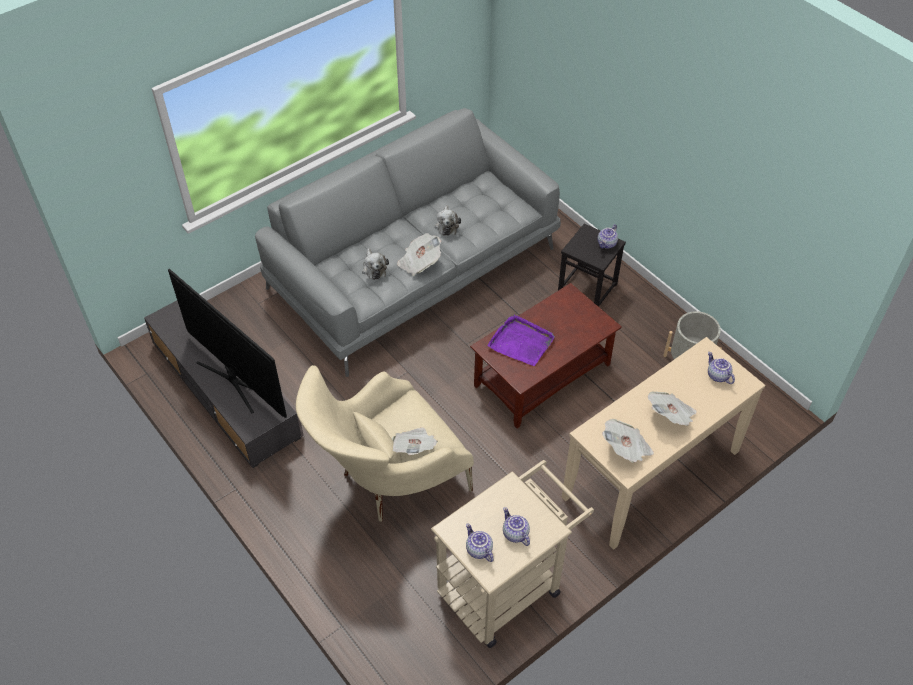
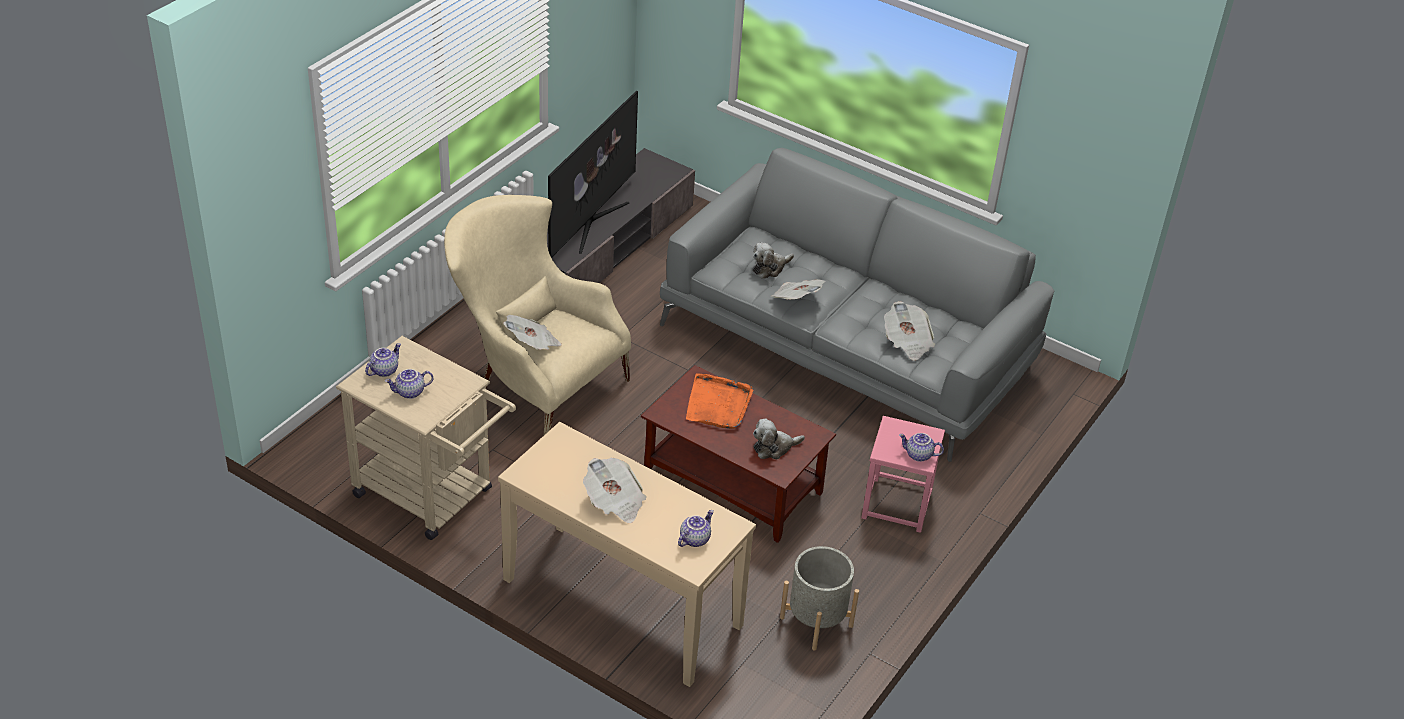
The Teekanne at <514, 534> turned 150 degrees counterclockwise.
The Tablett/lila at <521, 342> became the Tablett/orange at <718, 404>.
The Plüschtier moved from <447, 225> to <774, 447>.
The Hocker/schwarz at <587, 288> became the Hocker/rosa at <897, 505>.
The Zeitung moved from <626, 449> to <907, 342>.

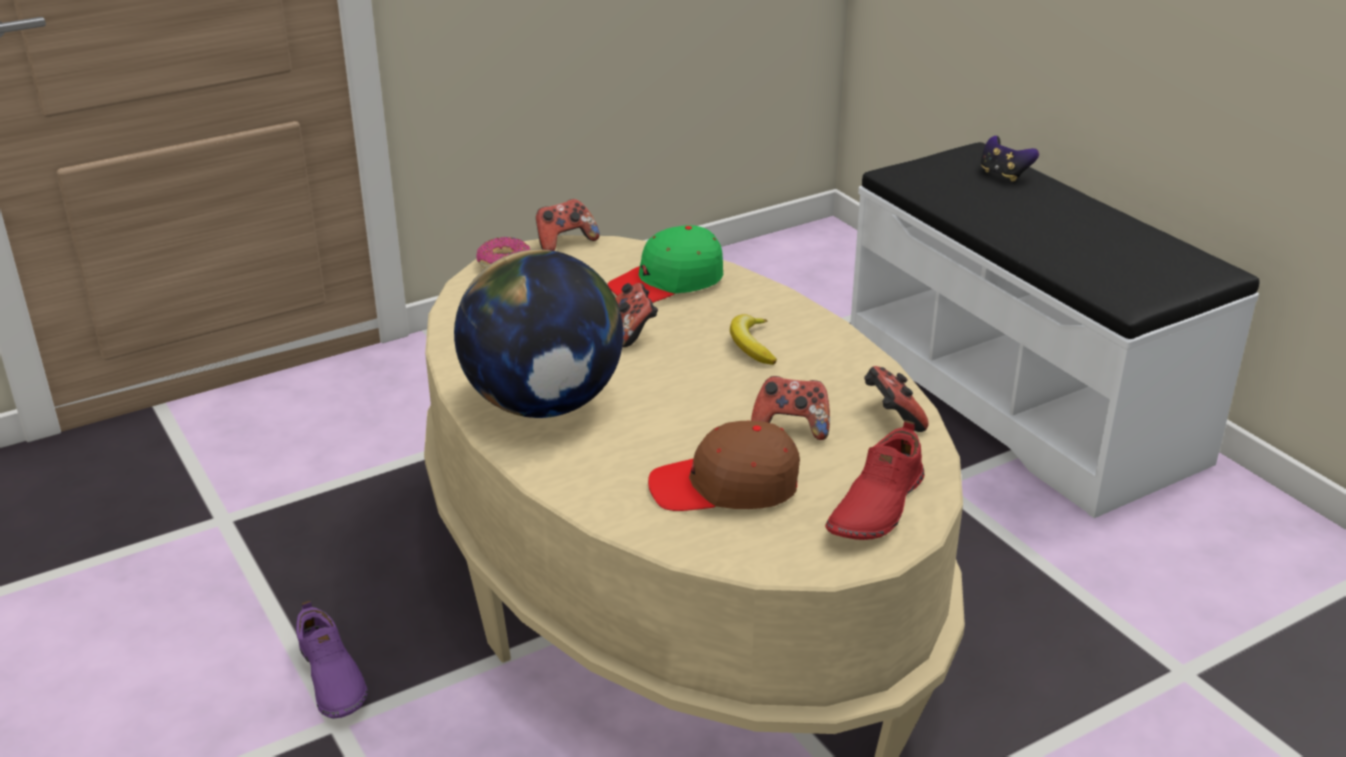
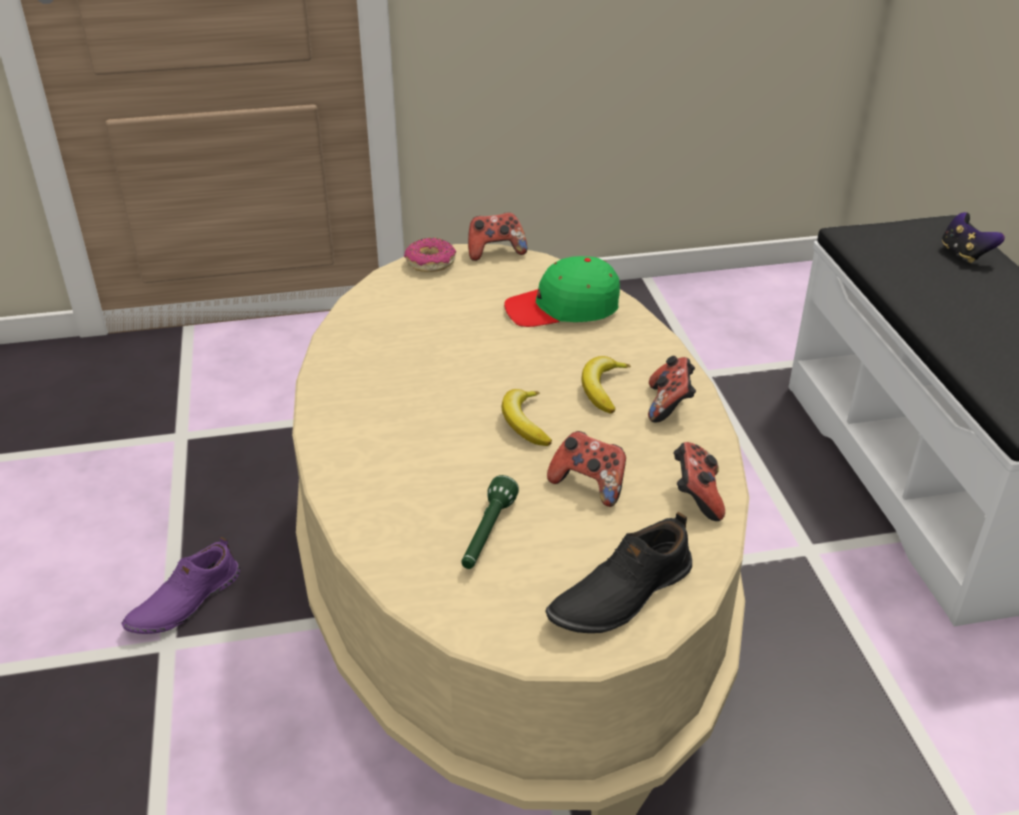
The Schuh/lila at <330, 679> turned 45 degrees clockwise.
The Kappe/braun at <725, 486> was replaced by the Taschenlampe/grün at <487, 534>.
The Banane at <525, 423> appeared.
The Schuh/rot at <875, 506> became the Schuh/schwarz at <620, 594>.
The Gamepad moved from <632, 331> to <669, 405>.
The Globus at <543, 404> disappeared.

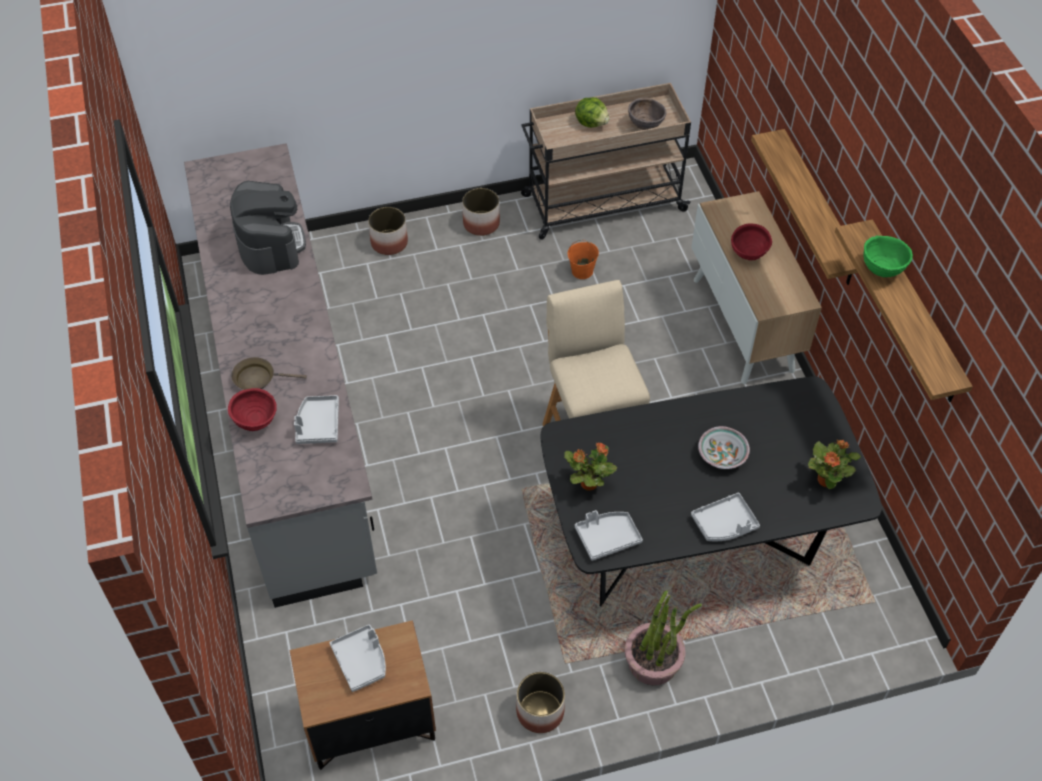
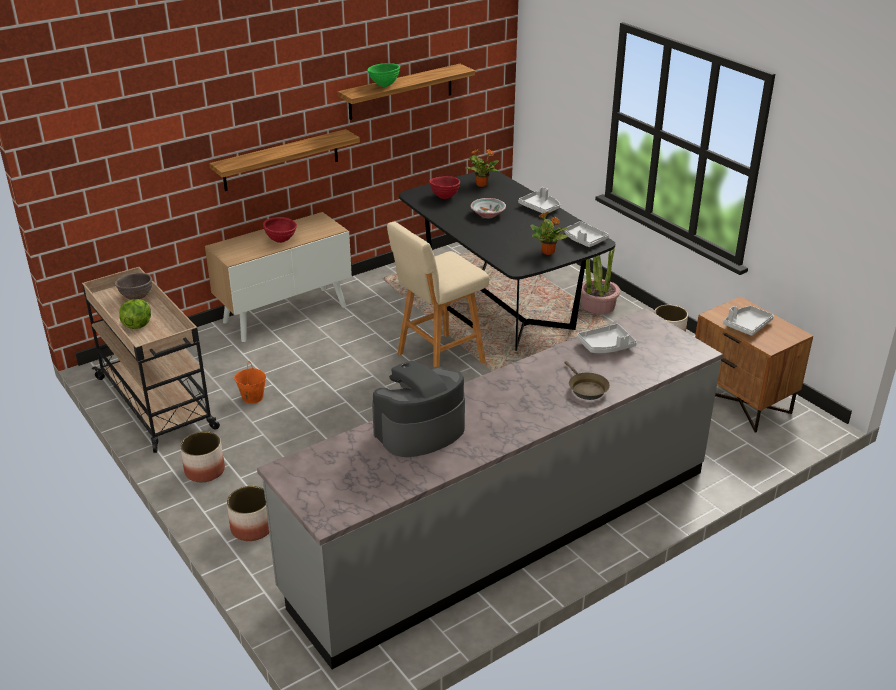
The Schüssel/rot moved from <256, 422> to <445, 197>.

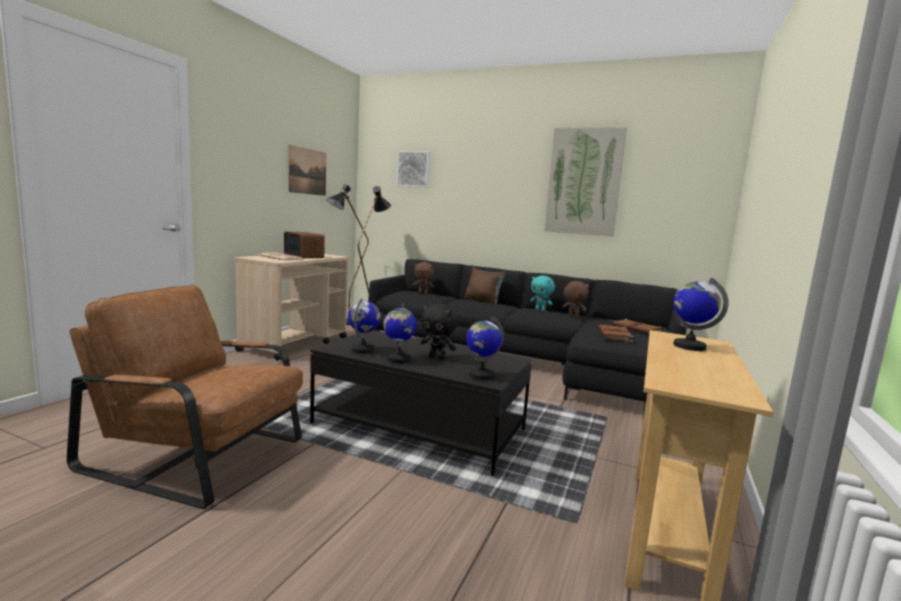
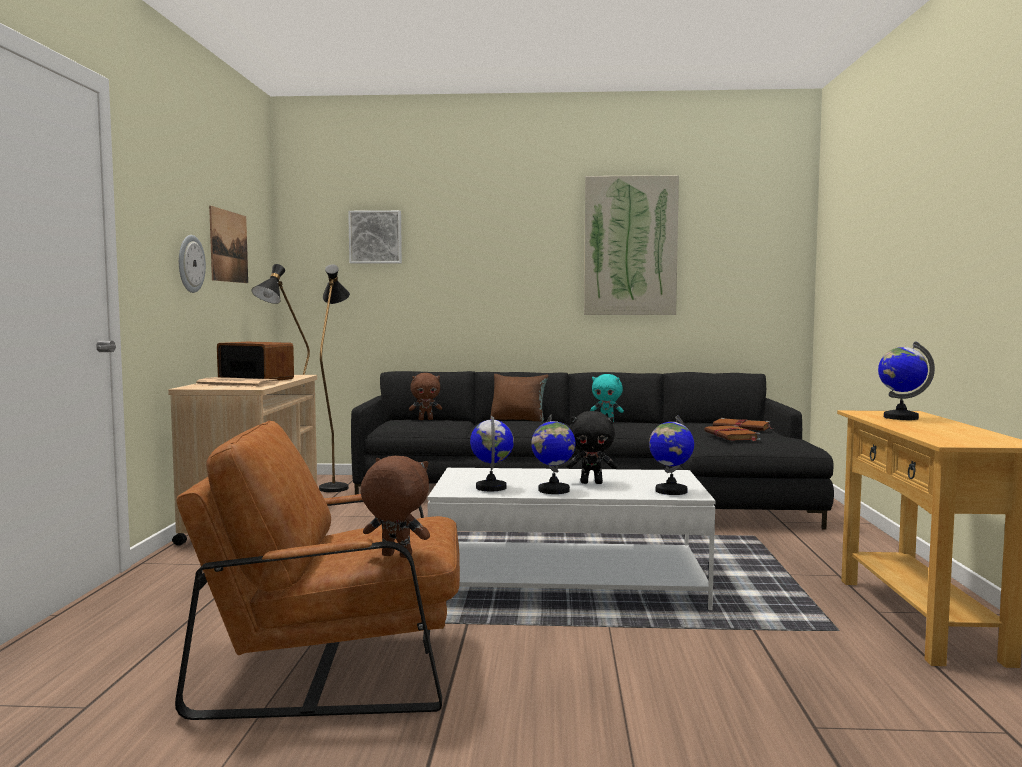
The Wanduhr at <190, 264> appeared.
The Plüschtier/braun moved from <573, 316> to <395, 556>.
The Couchtisch/schwarz at <419, 427> became the Couchtisch/weiß at <568, 583>.

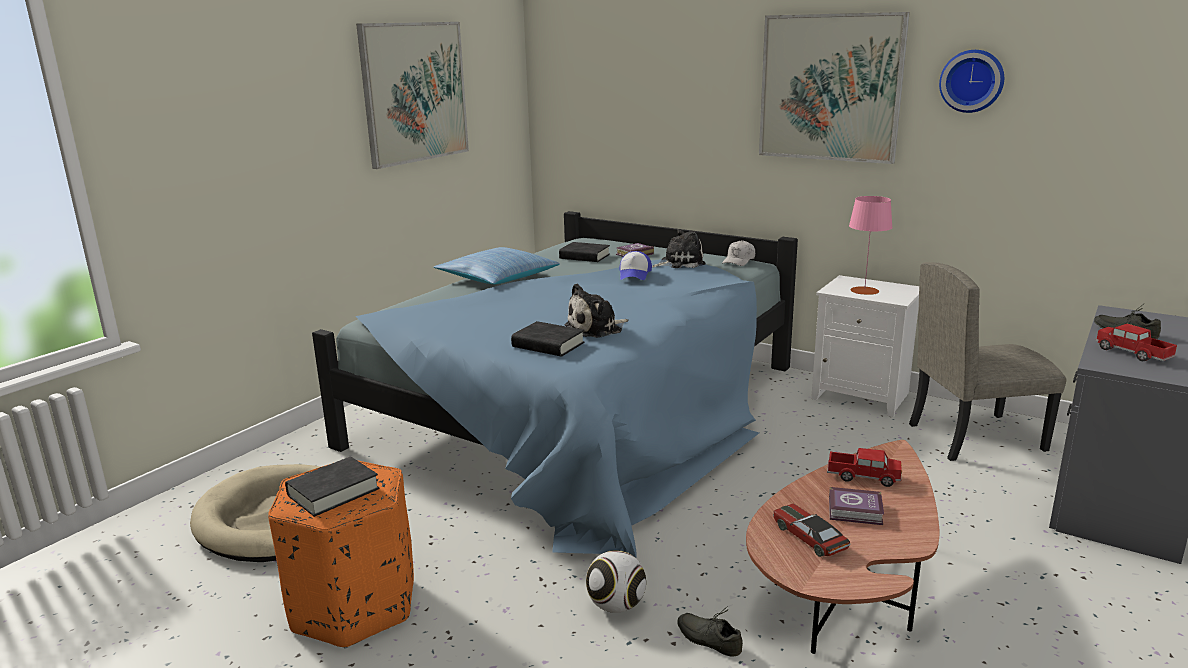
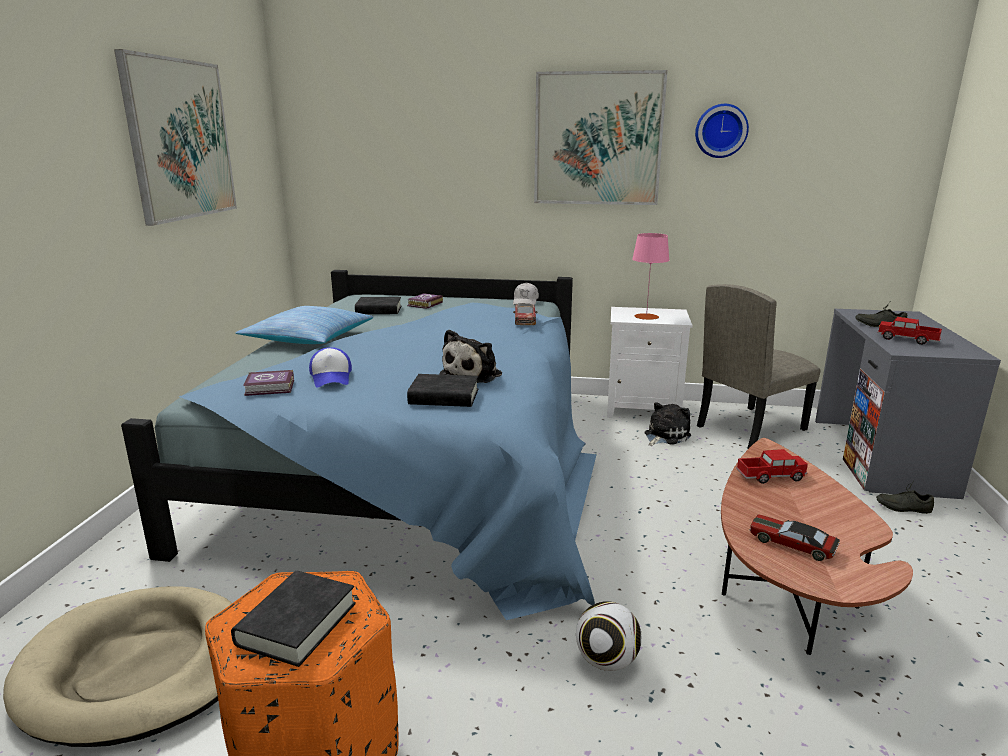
The Buch moved from <856, 512> to <271, 388>.
The Kappe moved from <634, 274> to <331, 377>.
The Spielzeugauto at <525, 320> appeared.
The Plüschtier moved from <680, 263> to <665, 436>.
The Schuh/grau moved from <710, 638> to <902, 507>.

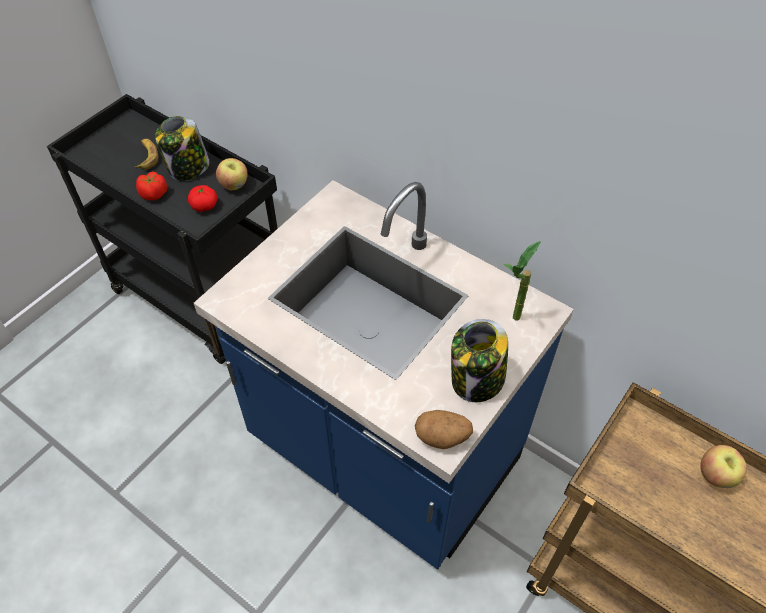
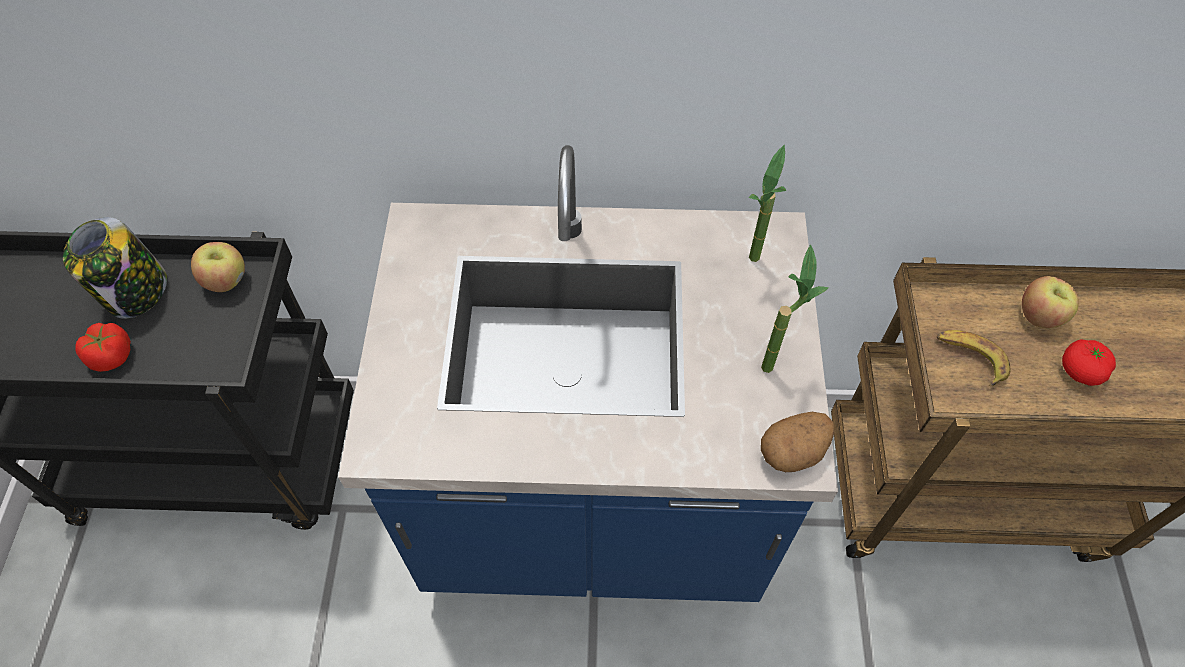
The Vorratsglas at <477, 380> was replaced by the Topfpflanze at <774, 359>.
The Banane moved from <147, 156> to <970, 358>.
The Tomate moved from <204, 206> to <1080, 371>.

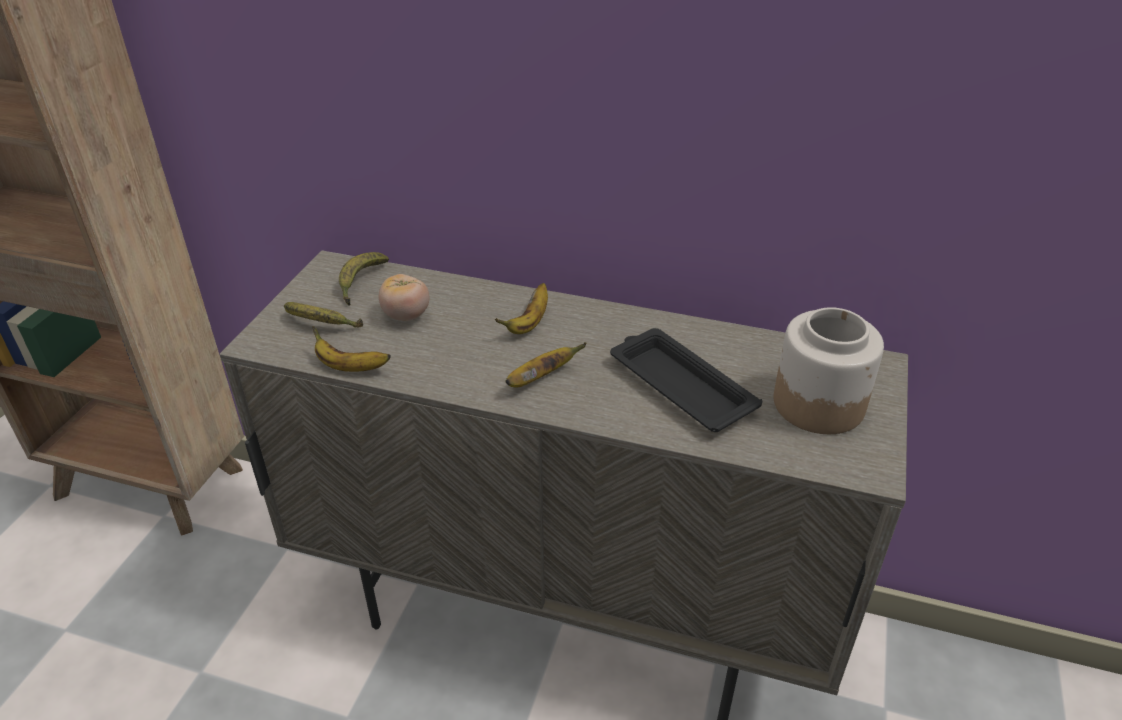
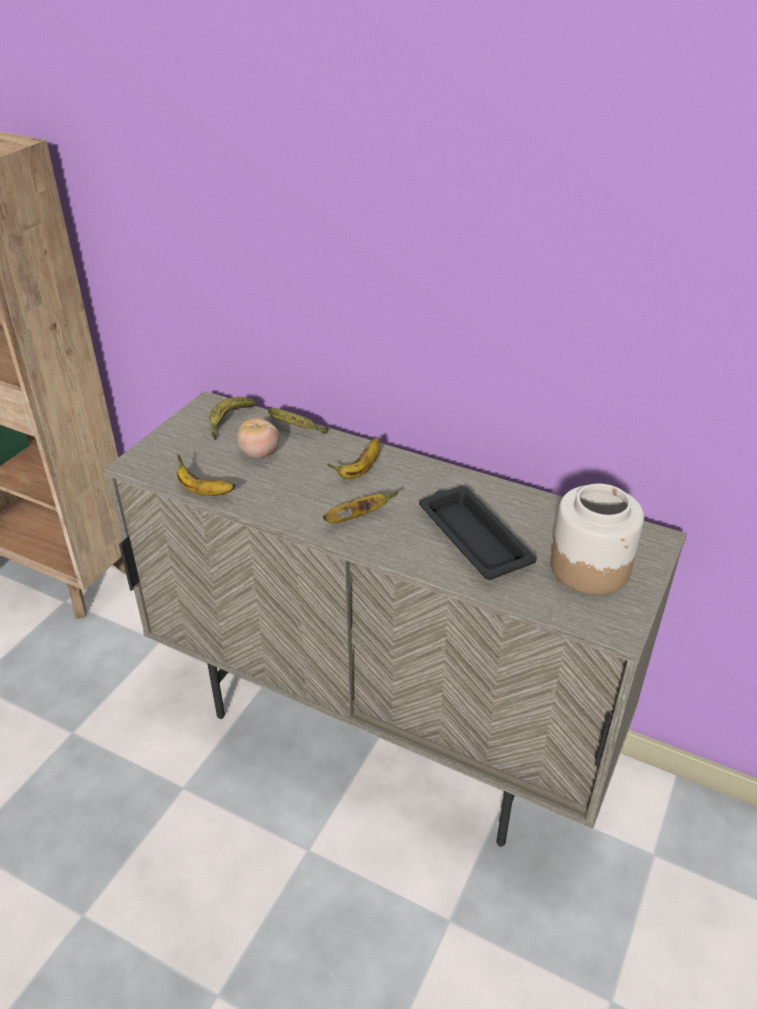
The Banane moved from <321, 325> to <295, 428>.

